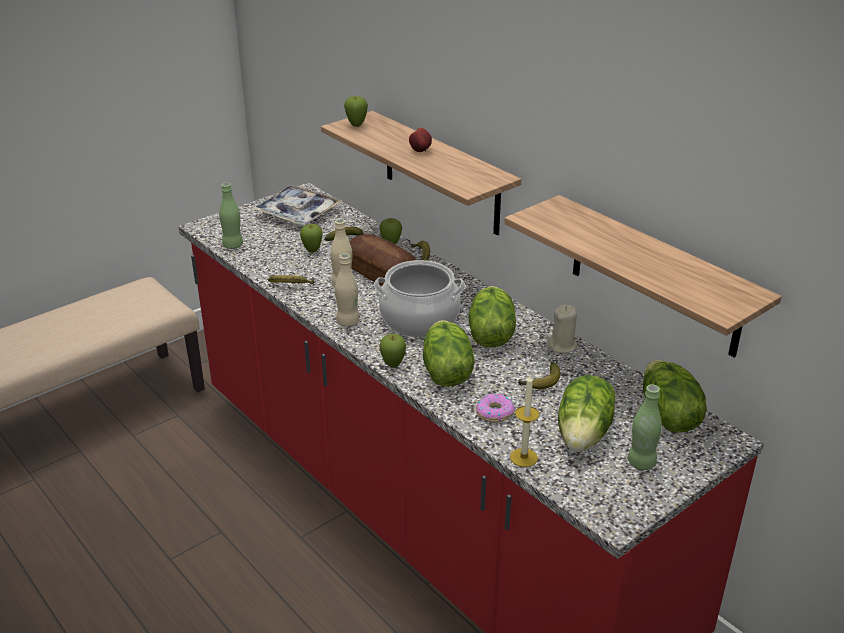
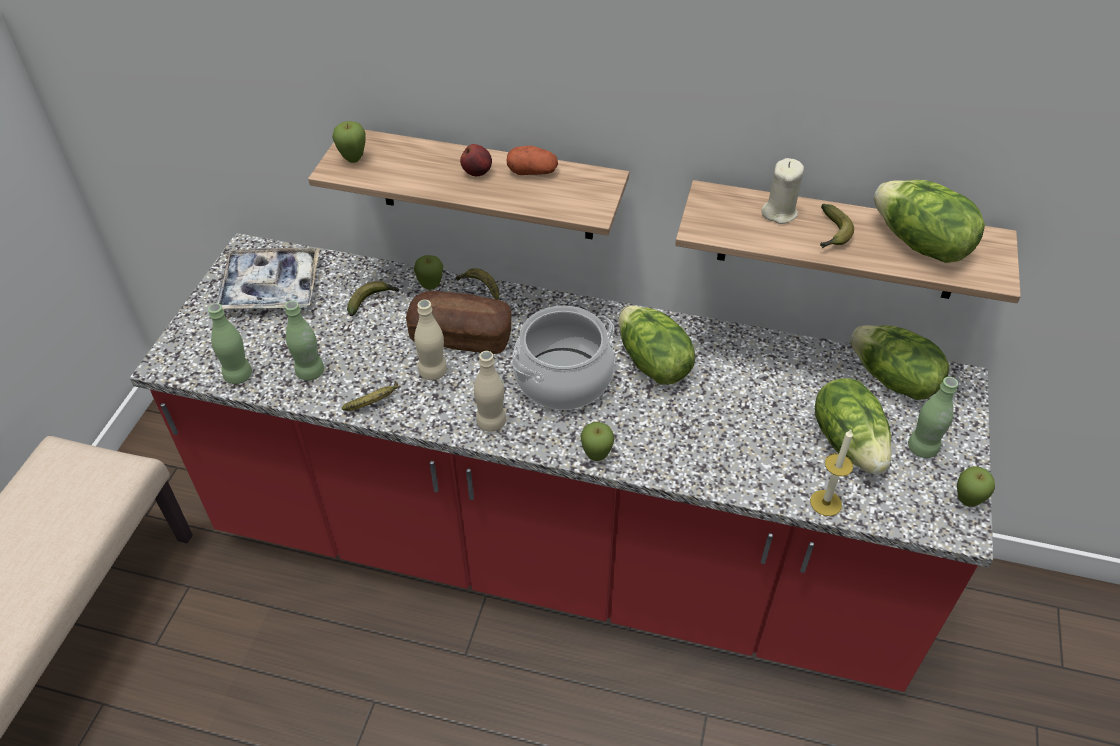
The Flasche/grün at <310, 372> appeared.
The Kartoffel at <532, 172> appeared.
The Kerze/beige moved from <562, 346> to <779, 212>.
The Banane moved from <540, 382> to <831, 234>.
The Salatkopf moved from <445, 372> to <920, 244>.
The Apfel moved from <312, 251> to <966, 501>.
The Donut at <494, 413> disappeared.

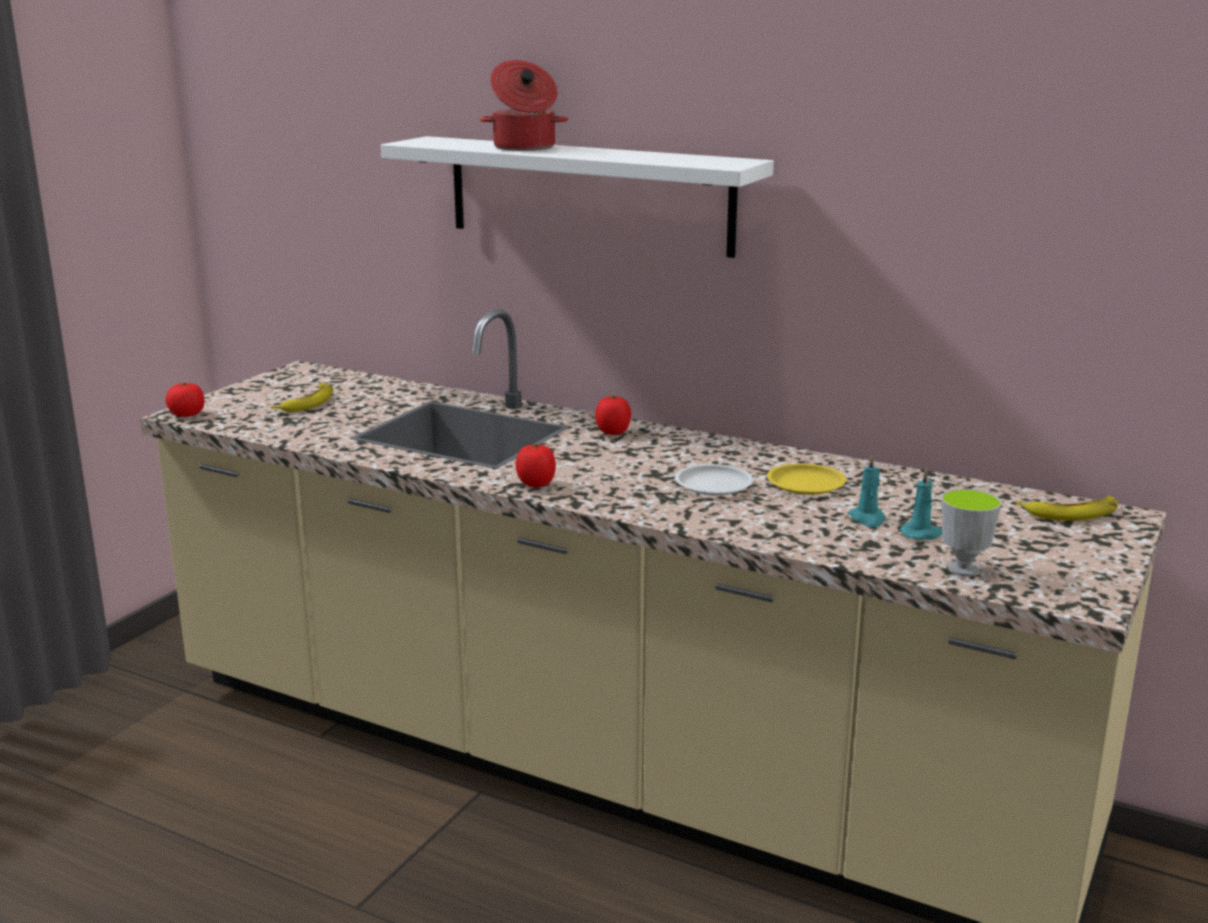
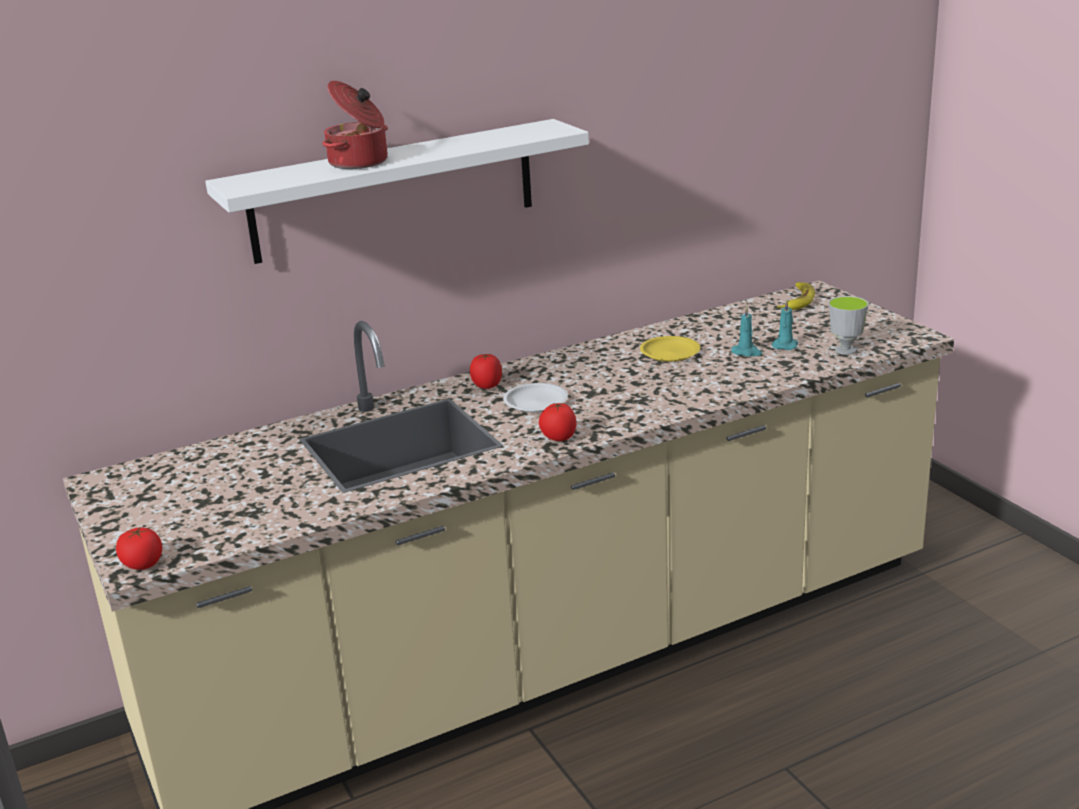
The Teller/weiß moved from <713, 485> to <535, 402>.
The Banane at <307, 403> disappeared.

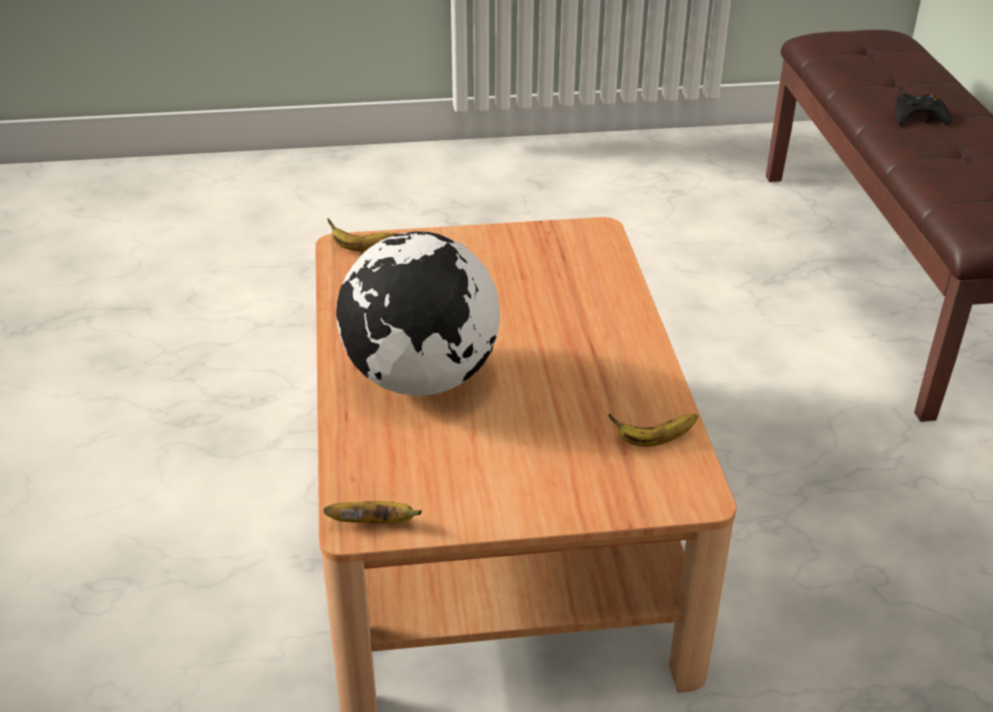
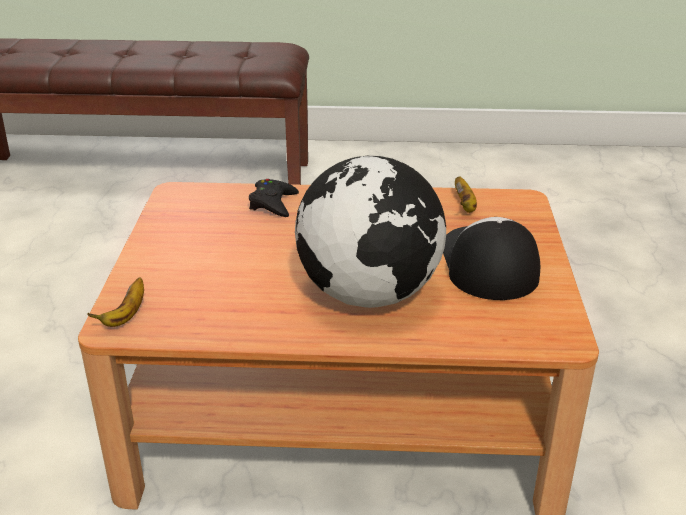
The Gamepad/schwarz moved from <918, 117> to <273, 203>.
The Kappe at <487, 263> appeared.
The Banane at <374, 523> disappeared.

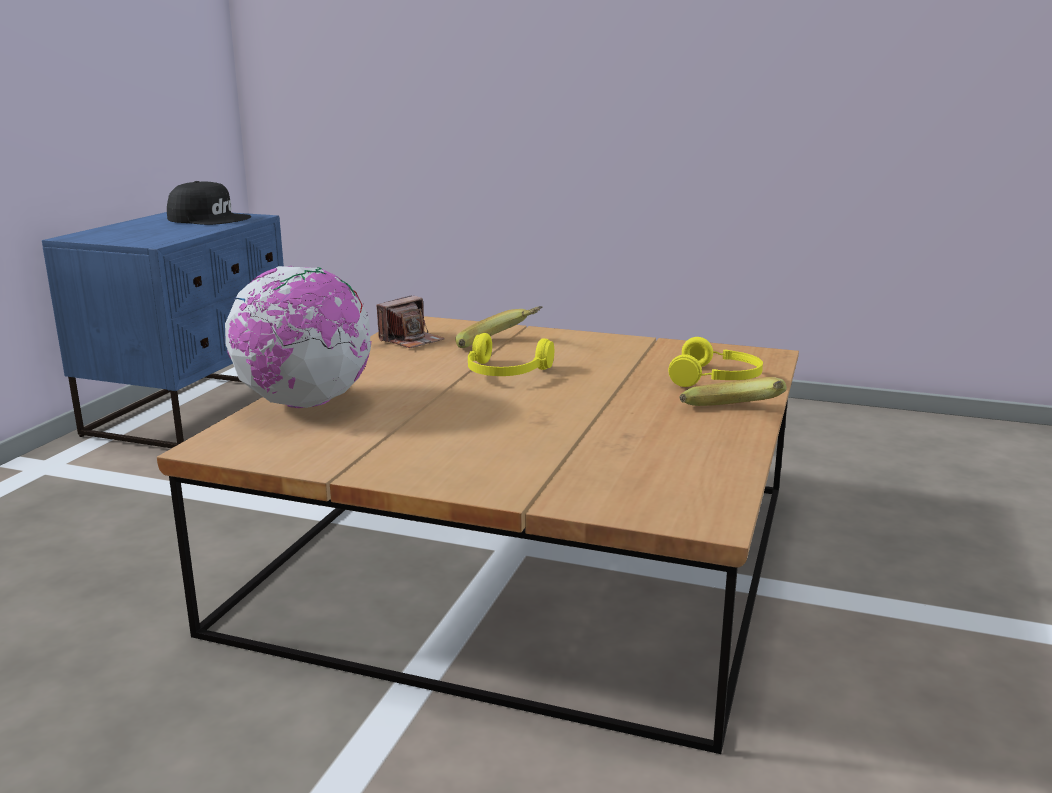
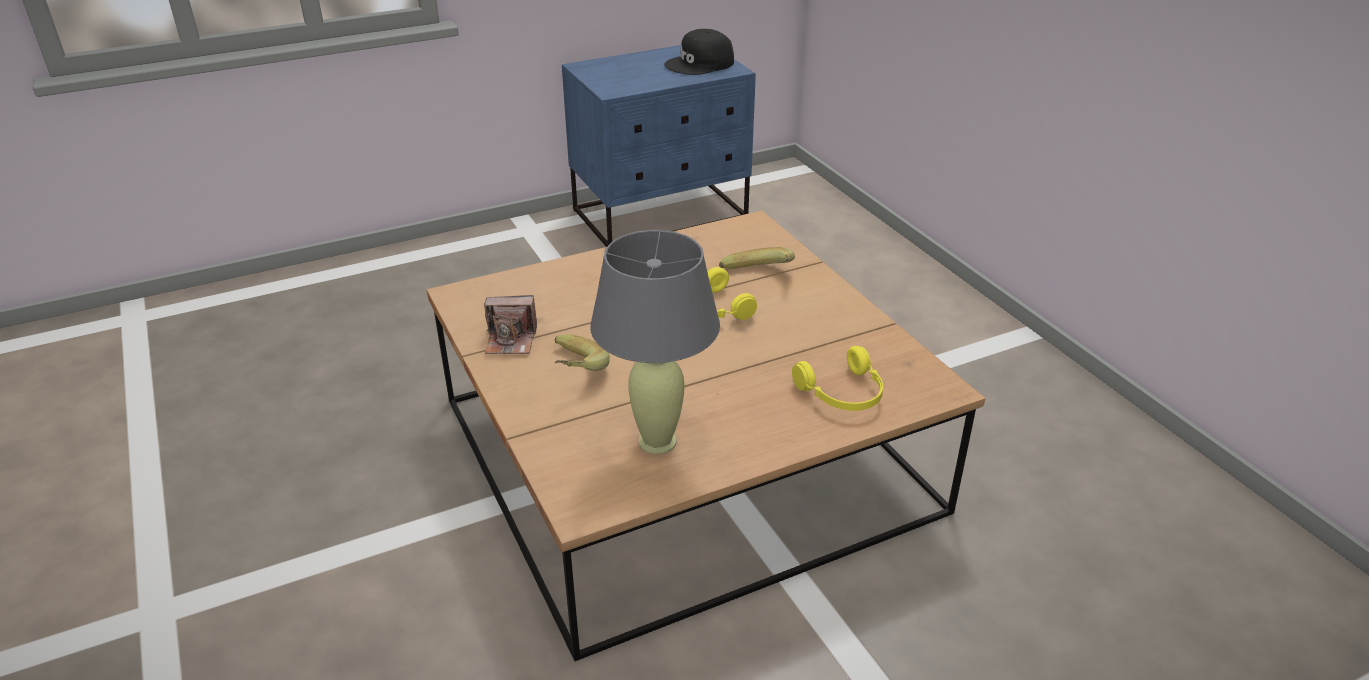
The Kamera moved from <411, 340> to <511, 340>.
The Banane moved from <735, 416> to <572, 371>.
The Tischlampe/grau at <657, 441> appeared.
The Kappe/schwarz at <209, 218> turned 90 degrees clockwise.
The Globus at <305, 404> disappeared.

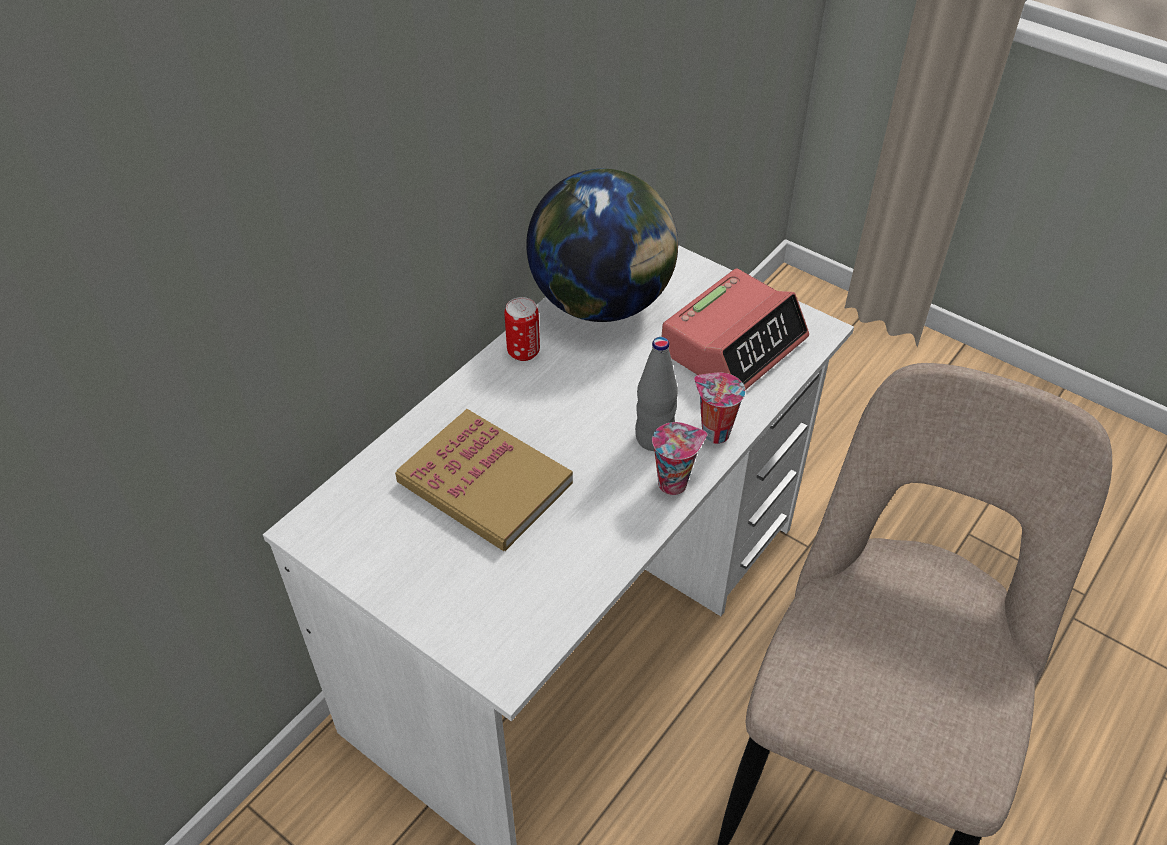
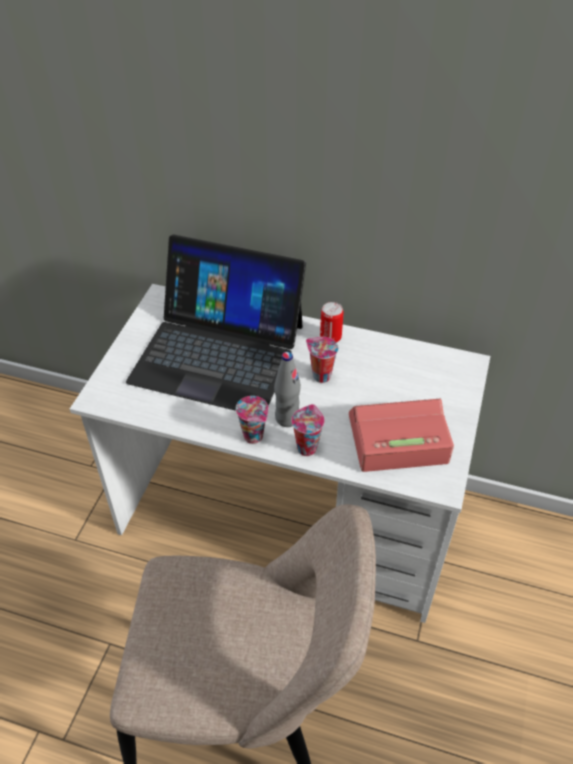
The Buch at <485, 483> was replaced by the Laptop at <218, 352>.
The Tasse at <320, 376> appeared.
The Wecker at <734, 345> turned 150 degrees clockwise.
The Globus at <602, 302> disappeared.

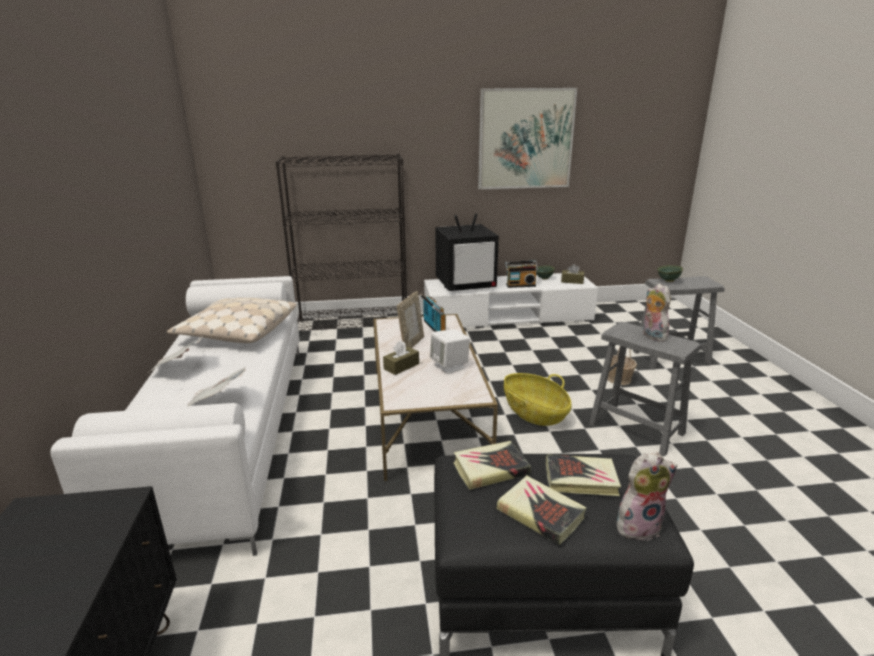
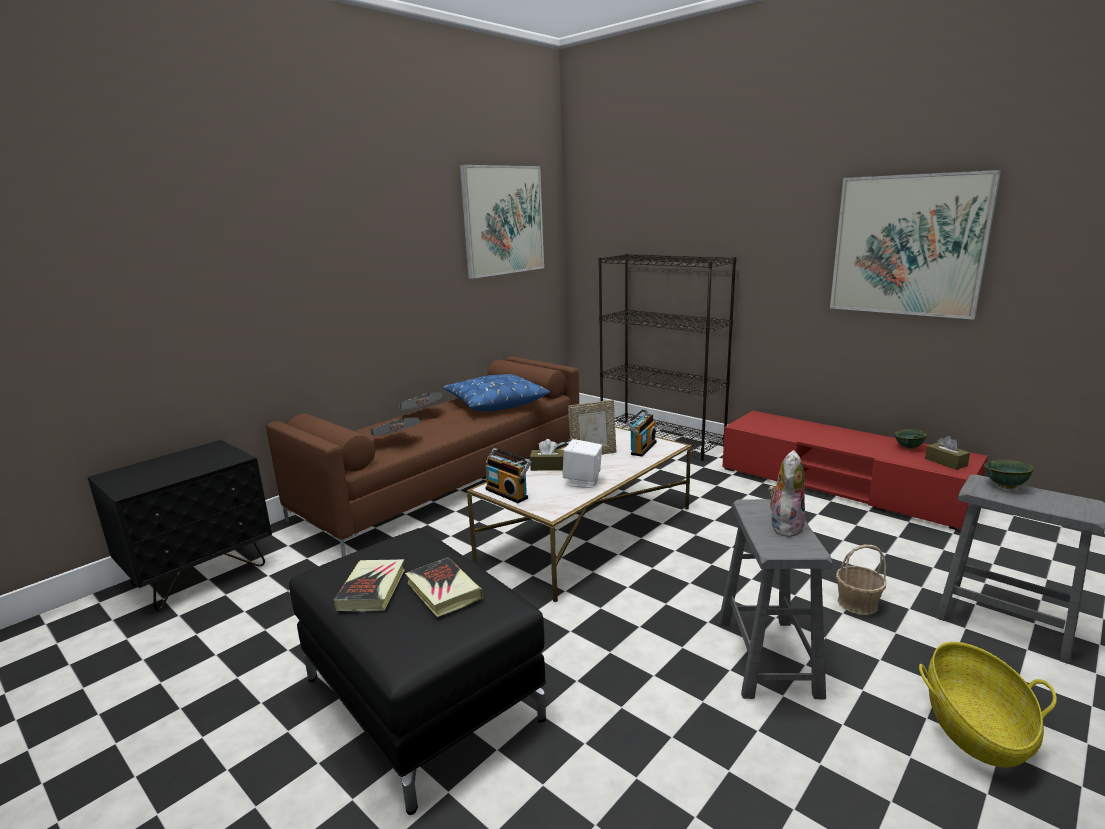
The Sofa/weiß at <225, 431> became the Sofa/braun at <449, 480>.
The Kissen/beige at <237, 332> became the Kissen/blau at <495, 403>.
The Bild at <503, 220> appeared.
The Radio moved from <520, 285> to <508, 493>.
The Fernsehschrank/weiß at <507, 317> became the Fernsehschrank/rot at <840, 486>.
The Korb moved from <535, 413> to <975, 727>.
The Fernseher at <466, 285> disappeared.
The Buch at <490, 469> disappeared.
The Plüschtier at <638, 525> disappeared.

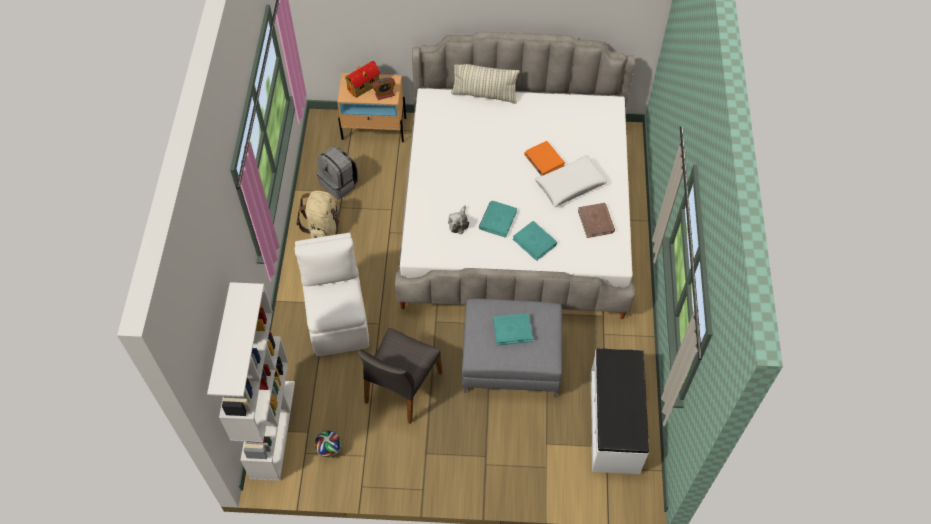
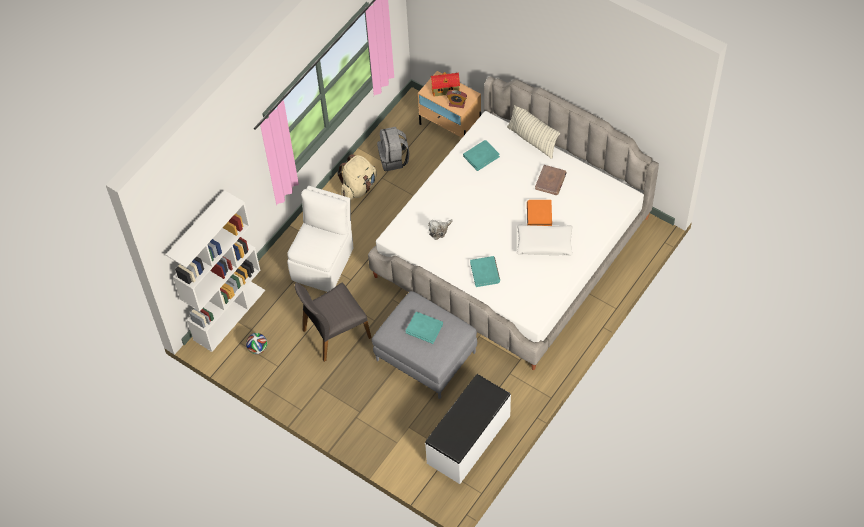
The Buch/türkis moved from <497, 220> to <481, 156>.
The Buch/braun moved from <596, 221> to <550, 181>.

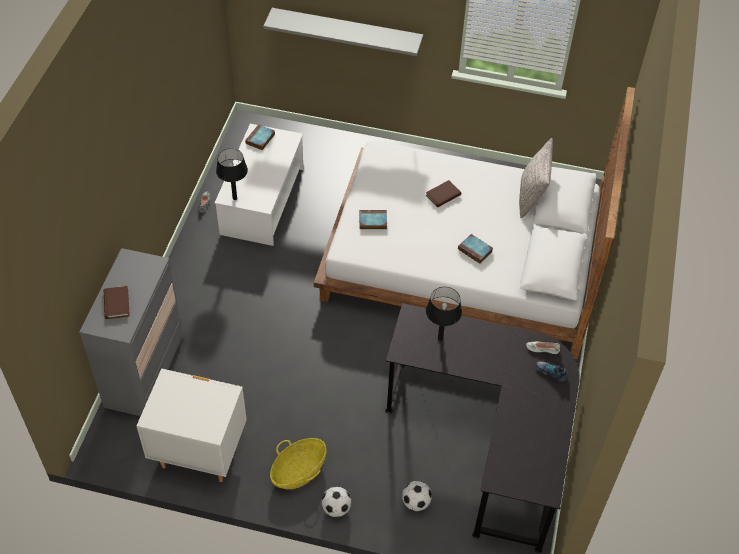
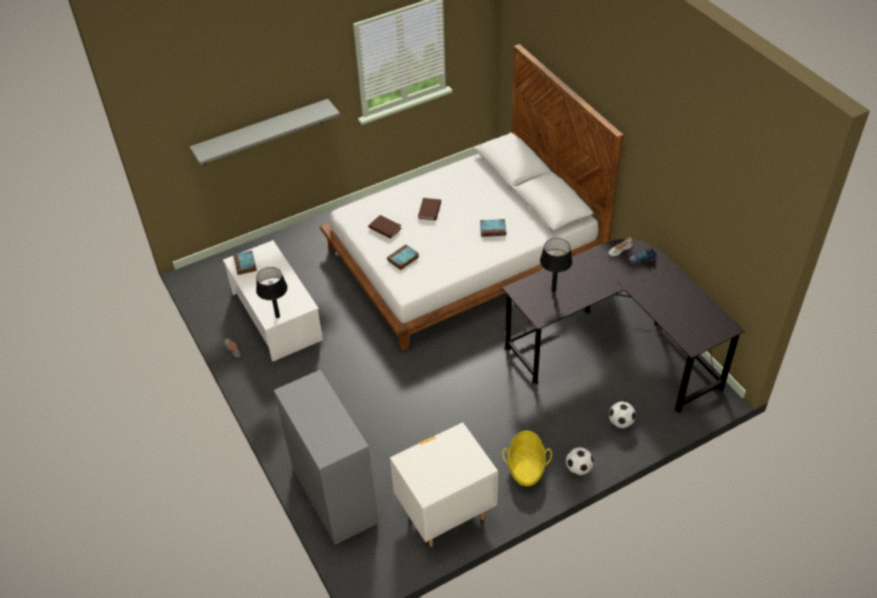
The Buch/braun moved from <116, 304> to <385, 228>.
The Kissen/grau at <531, 196> disappeared.

